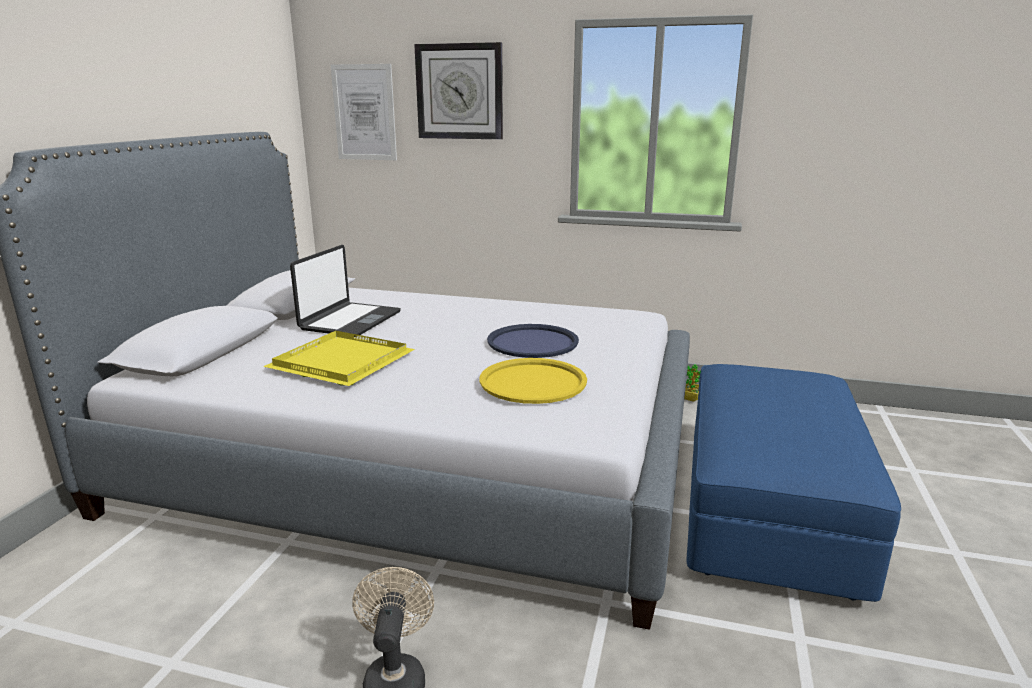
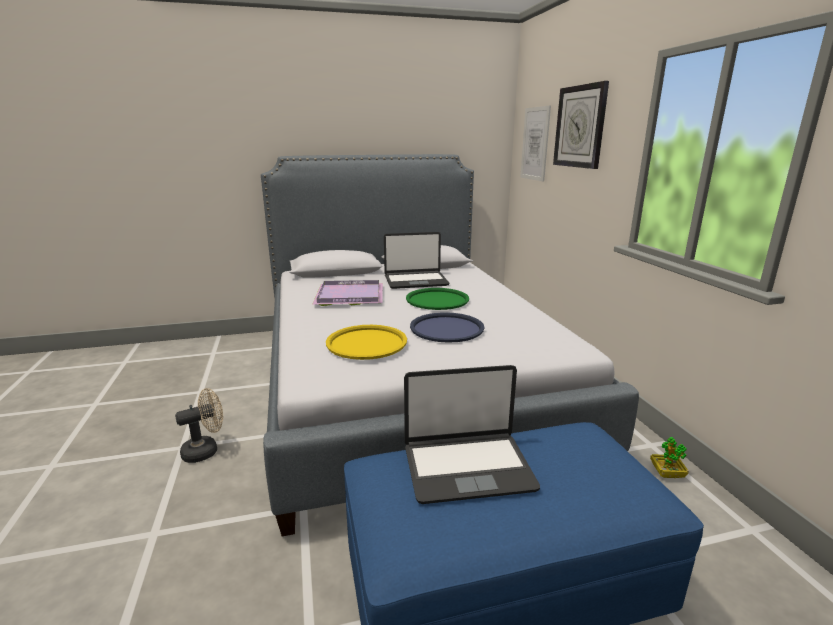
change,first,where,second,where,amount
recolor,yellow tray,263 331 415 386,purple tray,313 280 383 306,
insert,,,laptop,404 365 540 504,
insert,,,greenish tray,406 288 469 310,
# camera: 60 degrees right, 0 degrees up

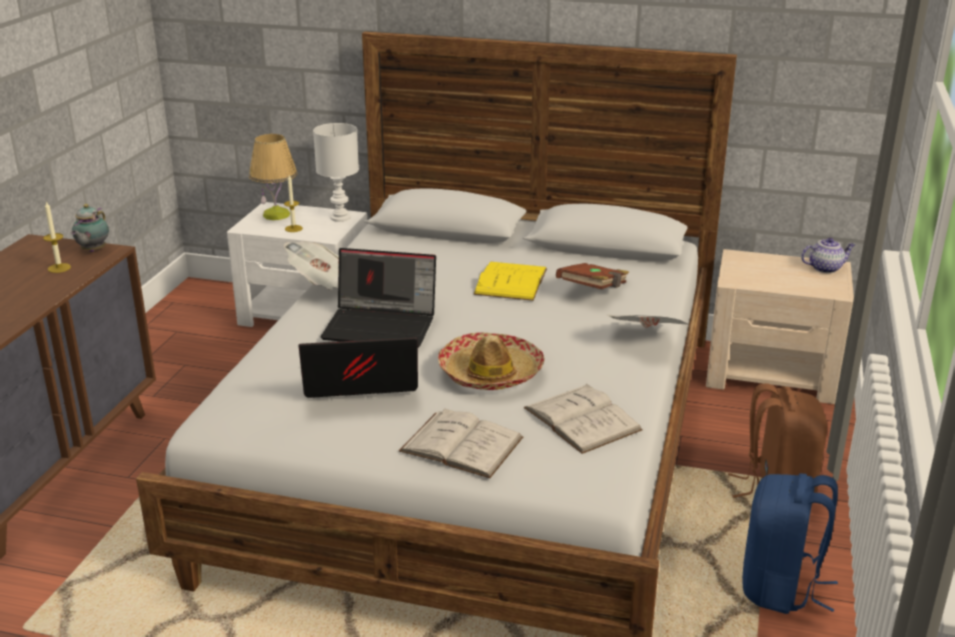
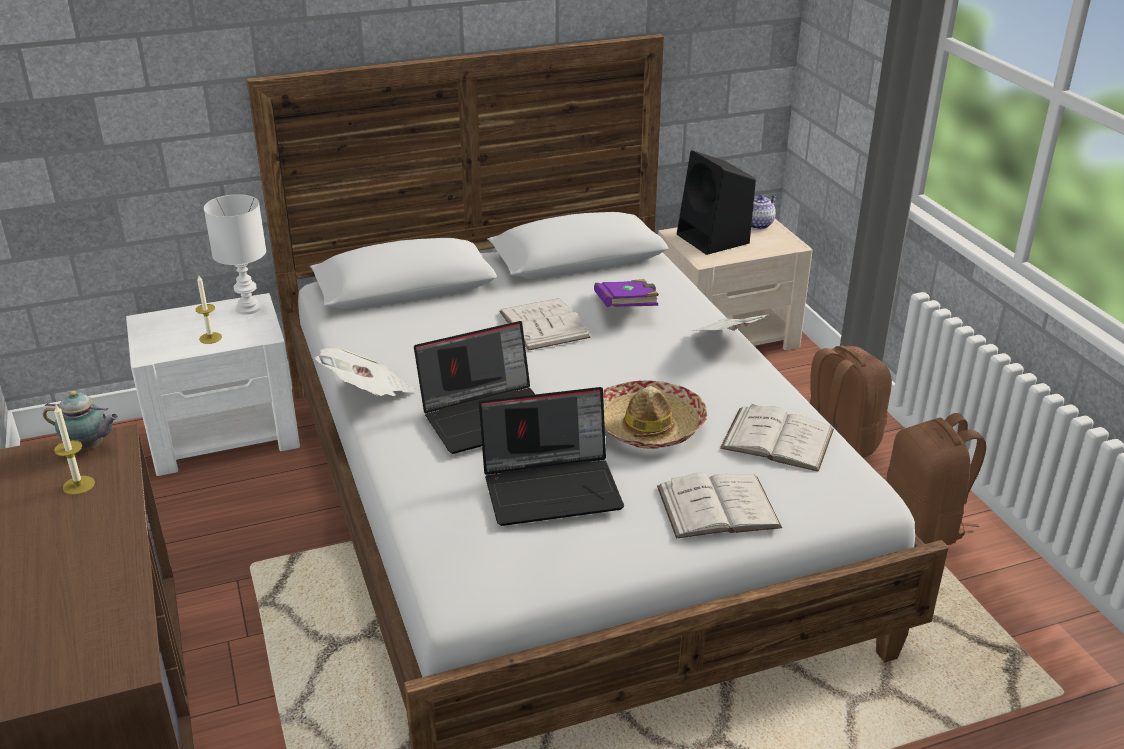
change,first,where,second,where,amount
rotate,pot for tea,70 204 109 252,,43 391 119 451,60 degrees counterclockwise
rotate,laptop,298 337 418 398,,479 387 624 526,150 degrees counterclockwise
recolor,yellow book,473 262 547 301,white-coloured book,499 298 591 351,
recolor,brownish book,556 263 629 289,purple book,594 279 659 307,
insert,,,black-coloured speaker,677 150 756 255,
recolor,bluish rucksack,742 473 838 614,brownish rucksack,886 413 986 545,
delete,tabletop lamp,249 134 297 220,,,
# camera: 35 degrees left, 5 degrees up

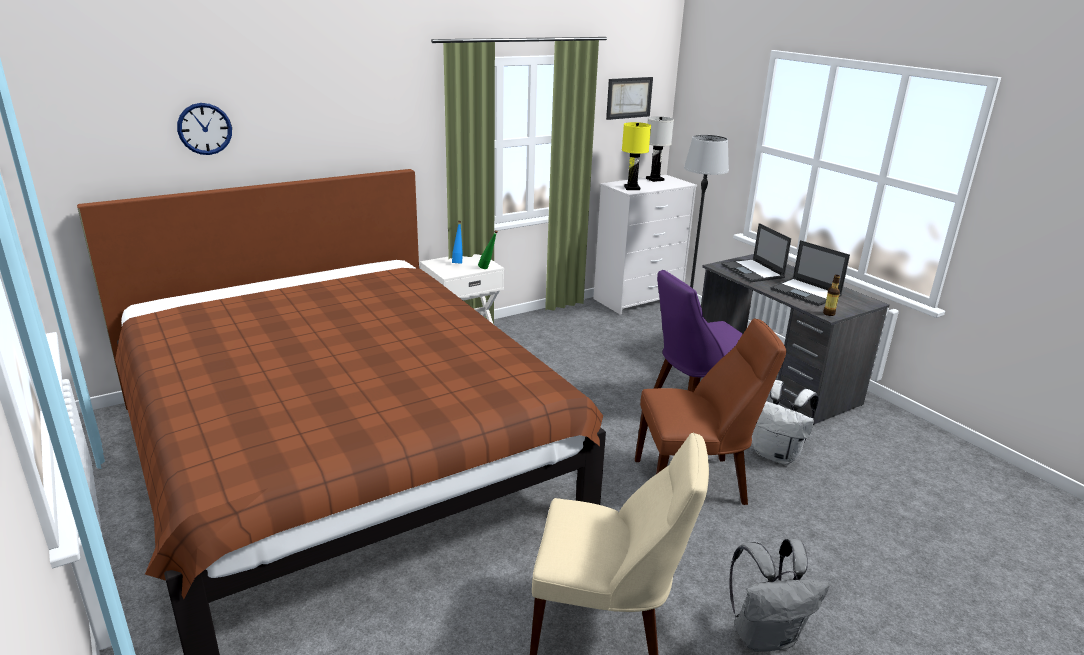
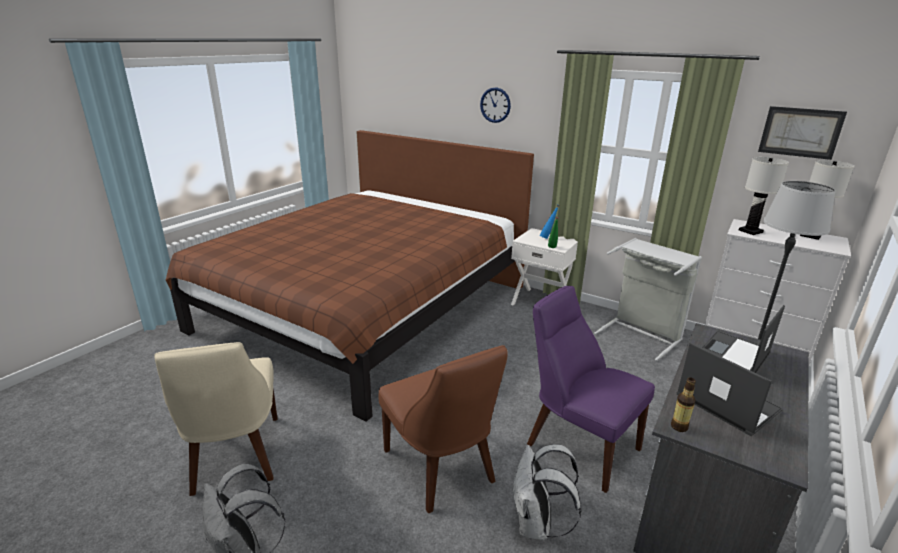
change,first,where,second,where,amount
move,hanging clock,177 103 232 155,,480 87 511 123,
insert,,,grey washing basket,594 238 702 361,
rotate,laptop,770 240 850 306,,677 342 783 437,120 degrees clockwise
recolor,yellow tabletop lamp,622 122 651 190,white-coloured tabletop lamp,739 157 789 235,
# camera: 65 degrees right, 0 degrees up

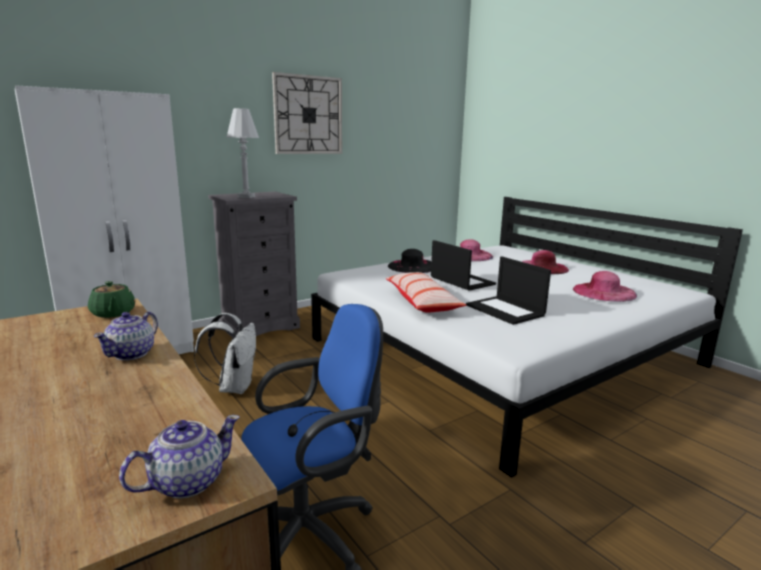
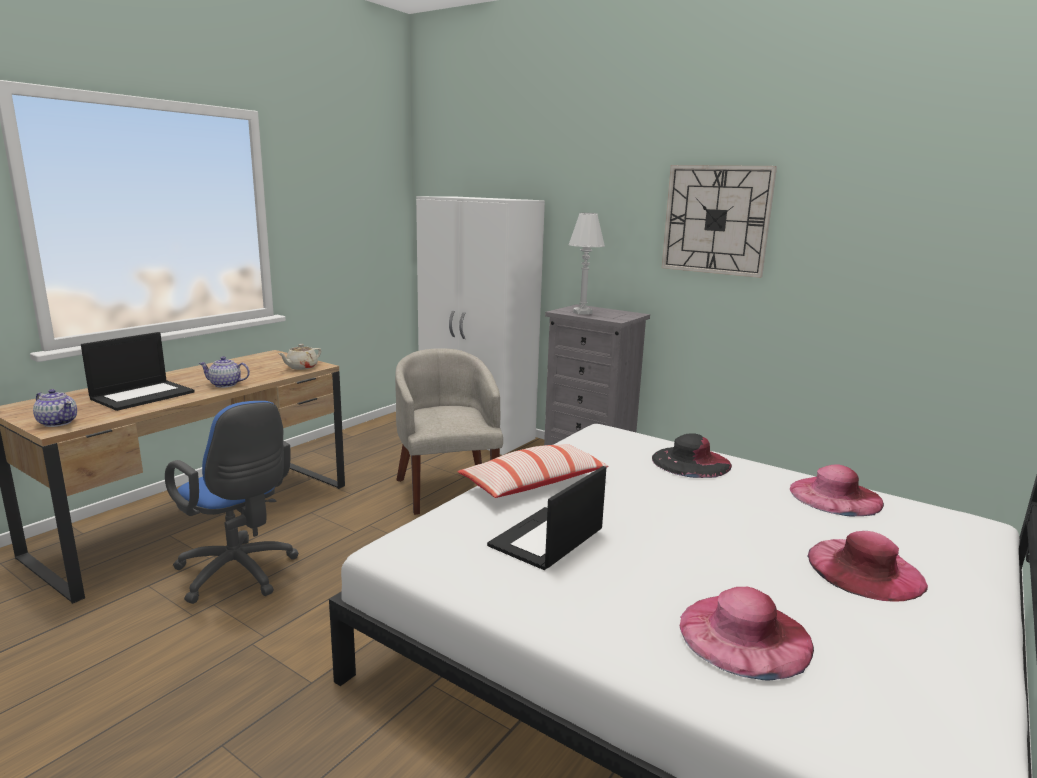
change,first,where,second,where,amount
move,laptop,431 240 496 291,,81 332 195 411,
recolor,greenish pot for tea,88 281 135 318,beige-coloured pot for tea,278 344 321 370,
replace,white-coloured rucksack,194 313 256 394,beige-coloured lounge chair,395 348 503 515,
# camera: 70 degrees right, 0 degrees up

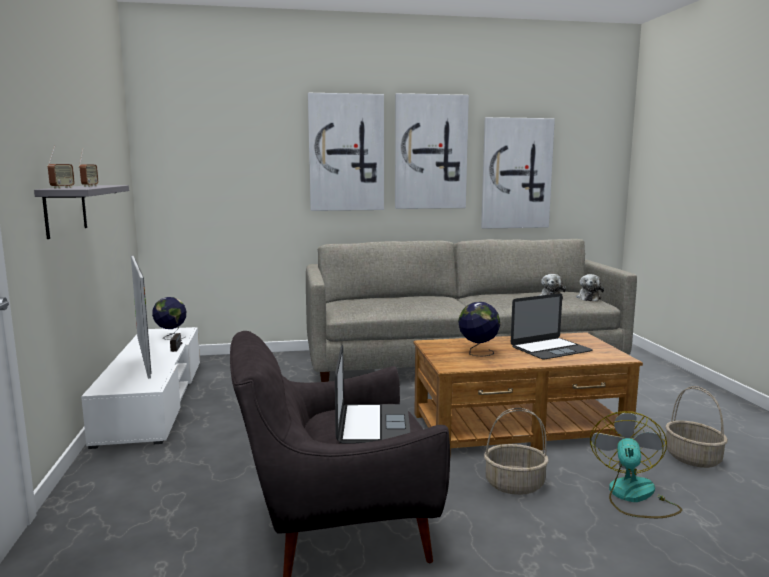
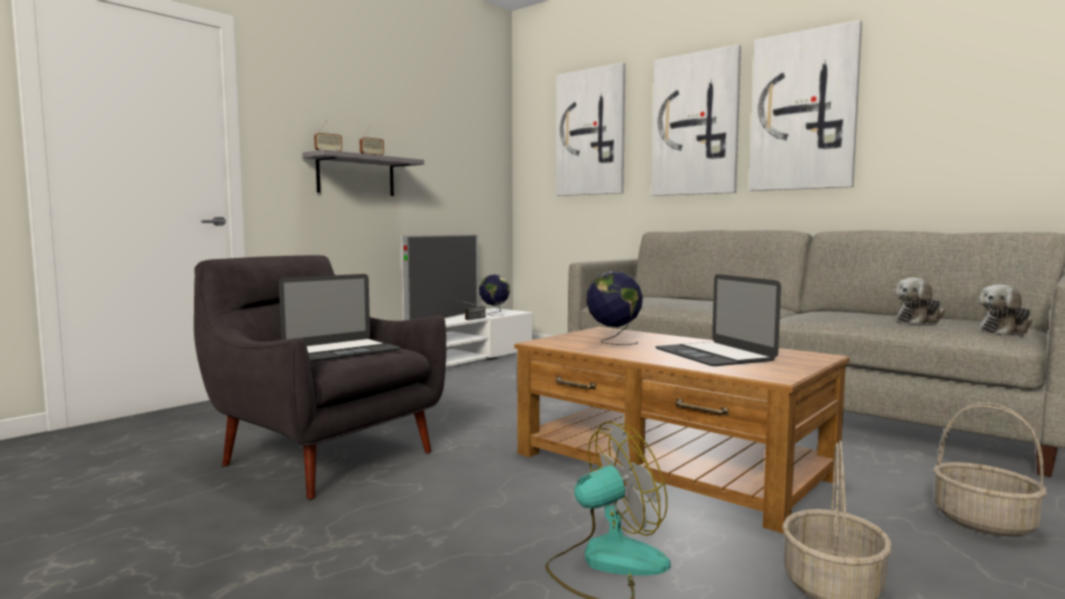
change,first,where,second,where,amount
move,wall picture,481 117 555 229,,556 62 625 196,
rotate,laptop,511 293 593 360,,655 274 781 366,45 degrees clockwise
move,household basket,484 408 549 495,,933 403 1047 537,
# camera: 50 degrees right, 5 degrees down

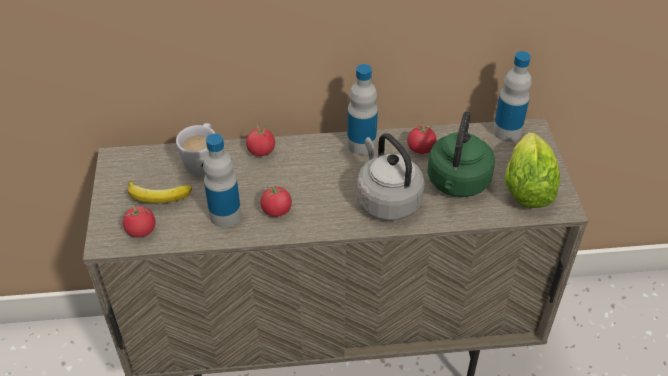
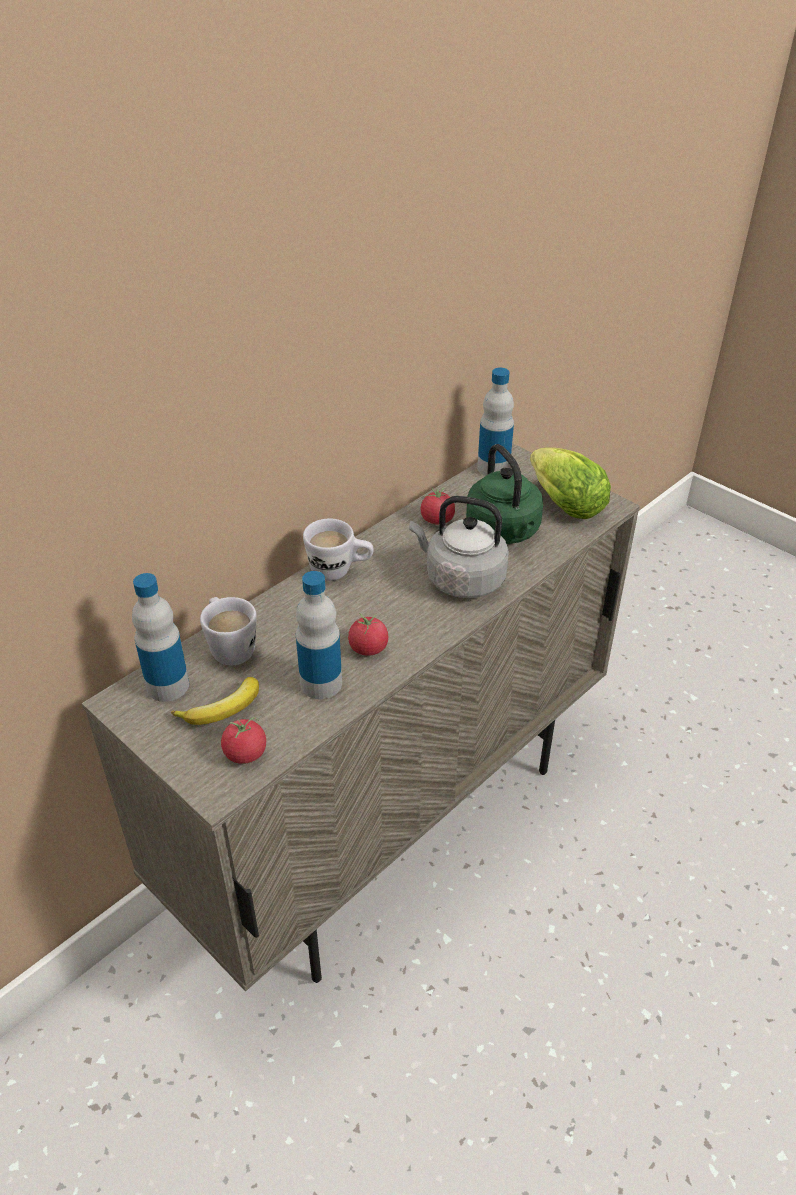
change,first,where,second,where,amount
move,beverage bottle,347 64 378 155,,132 573 189 702,
insert,,,white-coloured tea mug,303 519 374 581,
delete,whole tomato,246 123 275 156,,,
# camera: 40 degrees left, 5 degrees down

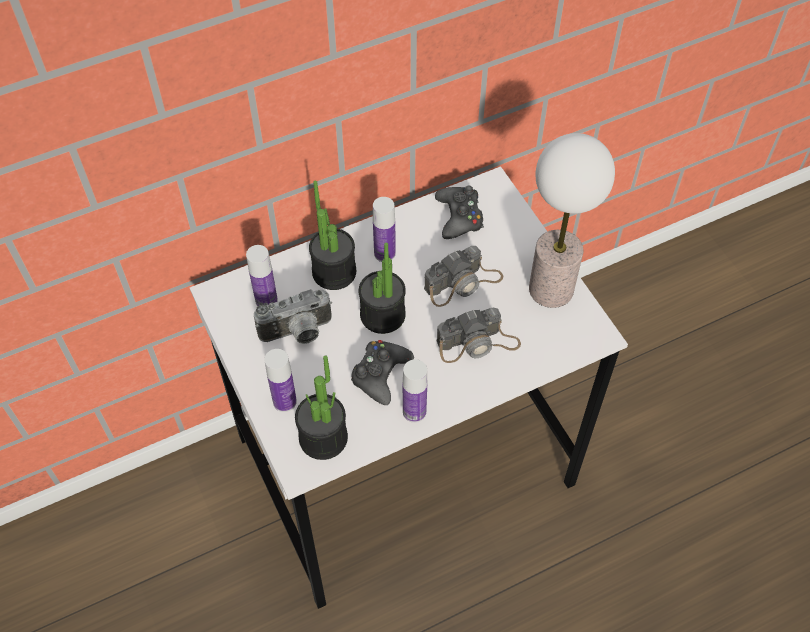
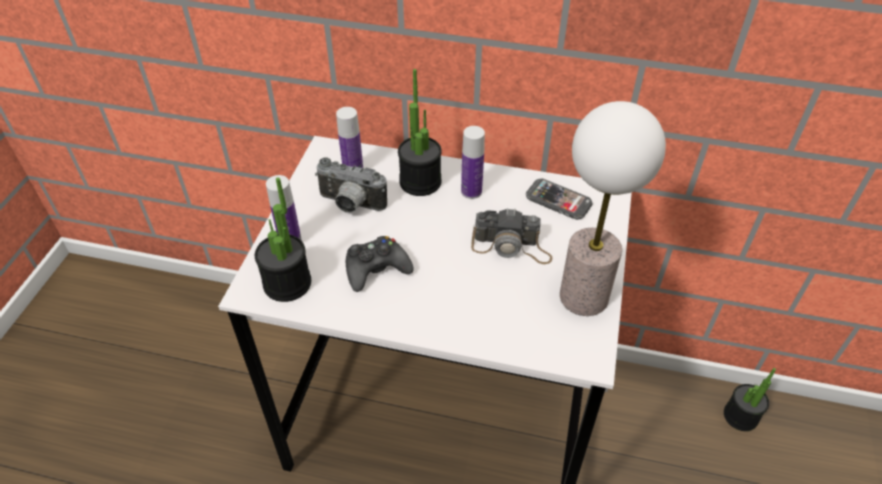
change,first,where,second,where,amount
replace,black-coloured gamepad,435 185 484 239,handset,526 178 592 220,
move,potted plant,359 242 406 334,,724 368 776 431,
delete,beverage bottle,403 359 427 423,,,
delete,photo camera,437 308 521 363,,,
# camera: 40 degrees right, 10 degrees down

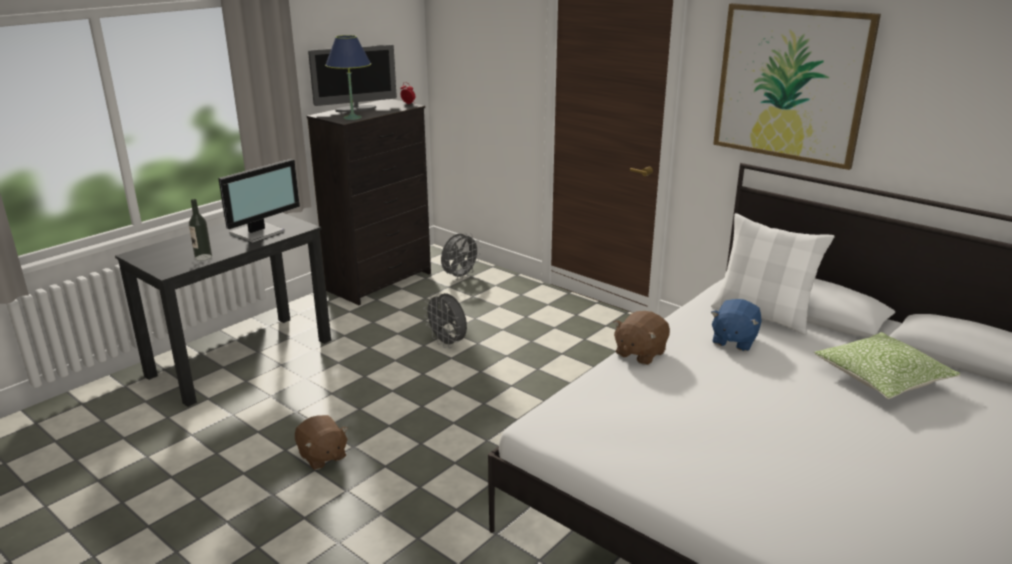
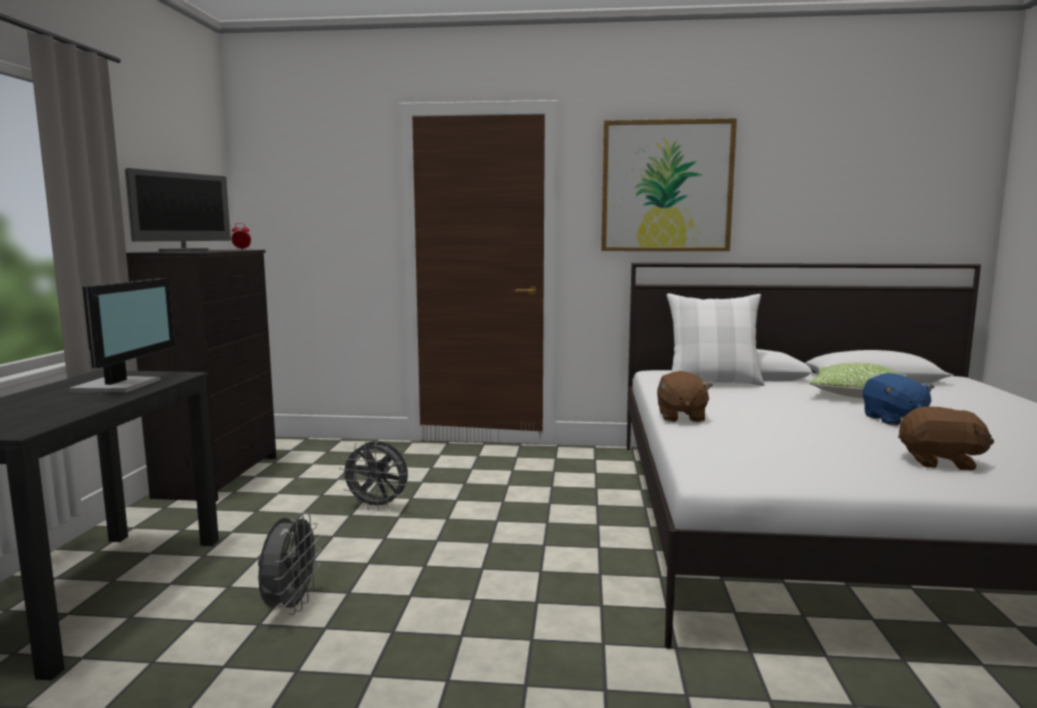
change,first,where,second,where,amount
move,grey electric fan,441 233 481 280,,258 513 321 615,
move,bluish cuddly toy,711 299 762 351,,863 373 934 426,
move,brownish cuddly toy,295 415 348 470,,898 407 994 471,
delete,beverage bottle,189 199 212 261,,,
delete,bluish tabletop lamp,325 35 371 120,,,
# camera: 35 degrees left, 15 degrees down

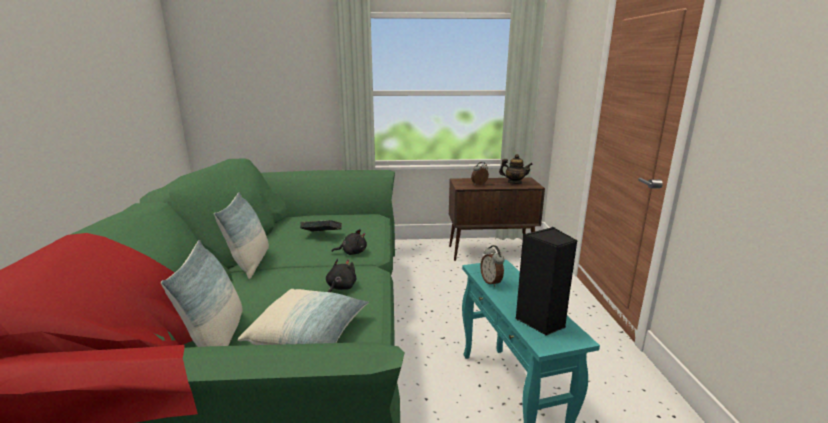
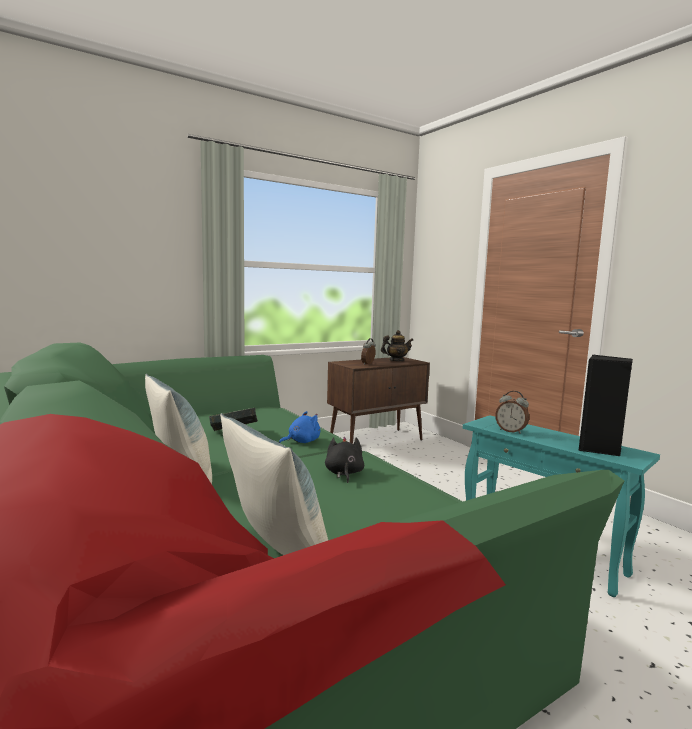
change,first,where,second,where,amount
recolor,black-coloured cuddly toy,332 229 367 255,bluish cuddly toy,279 411 320 443,
delete,cushion,238 289 369 345,,,
# camera: 30 degrees left, 10 degrees down

